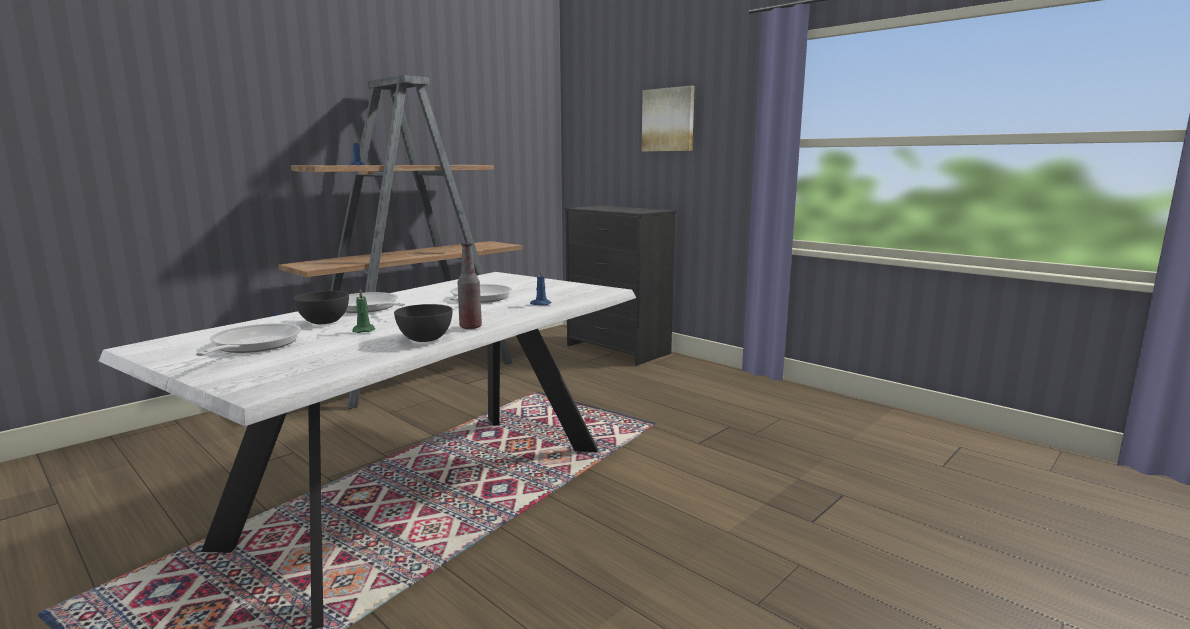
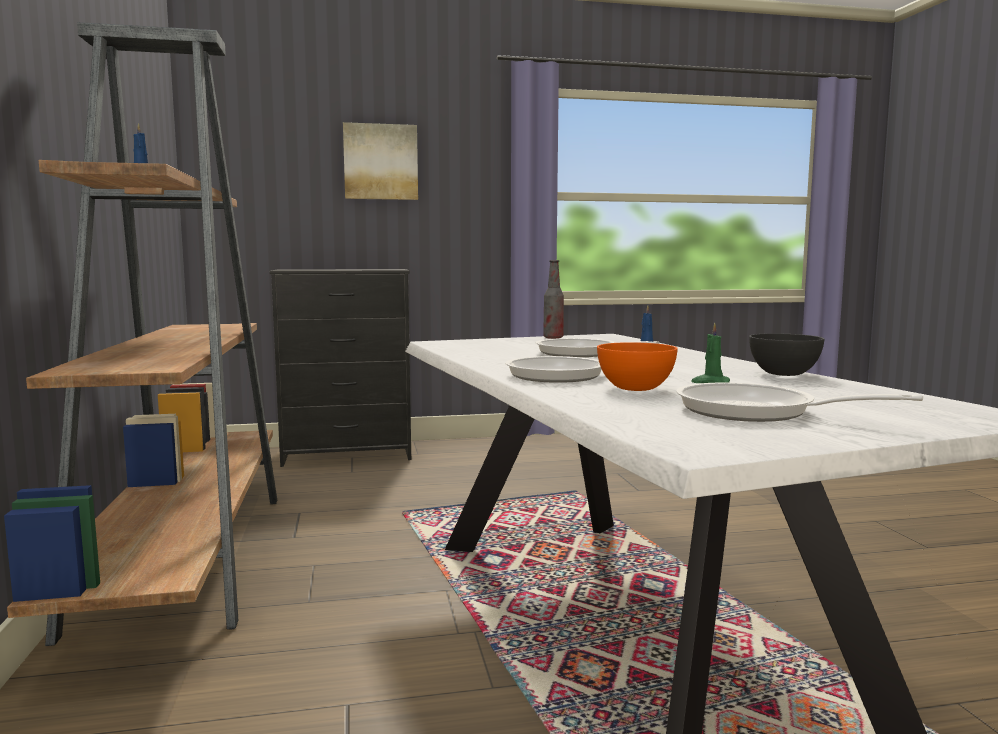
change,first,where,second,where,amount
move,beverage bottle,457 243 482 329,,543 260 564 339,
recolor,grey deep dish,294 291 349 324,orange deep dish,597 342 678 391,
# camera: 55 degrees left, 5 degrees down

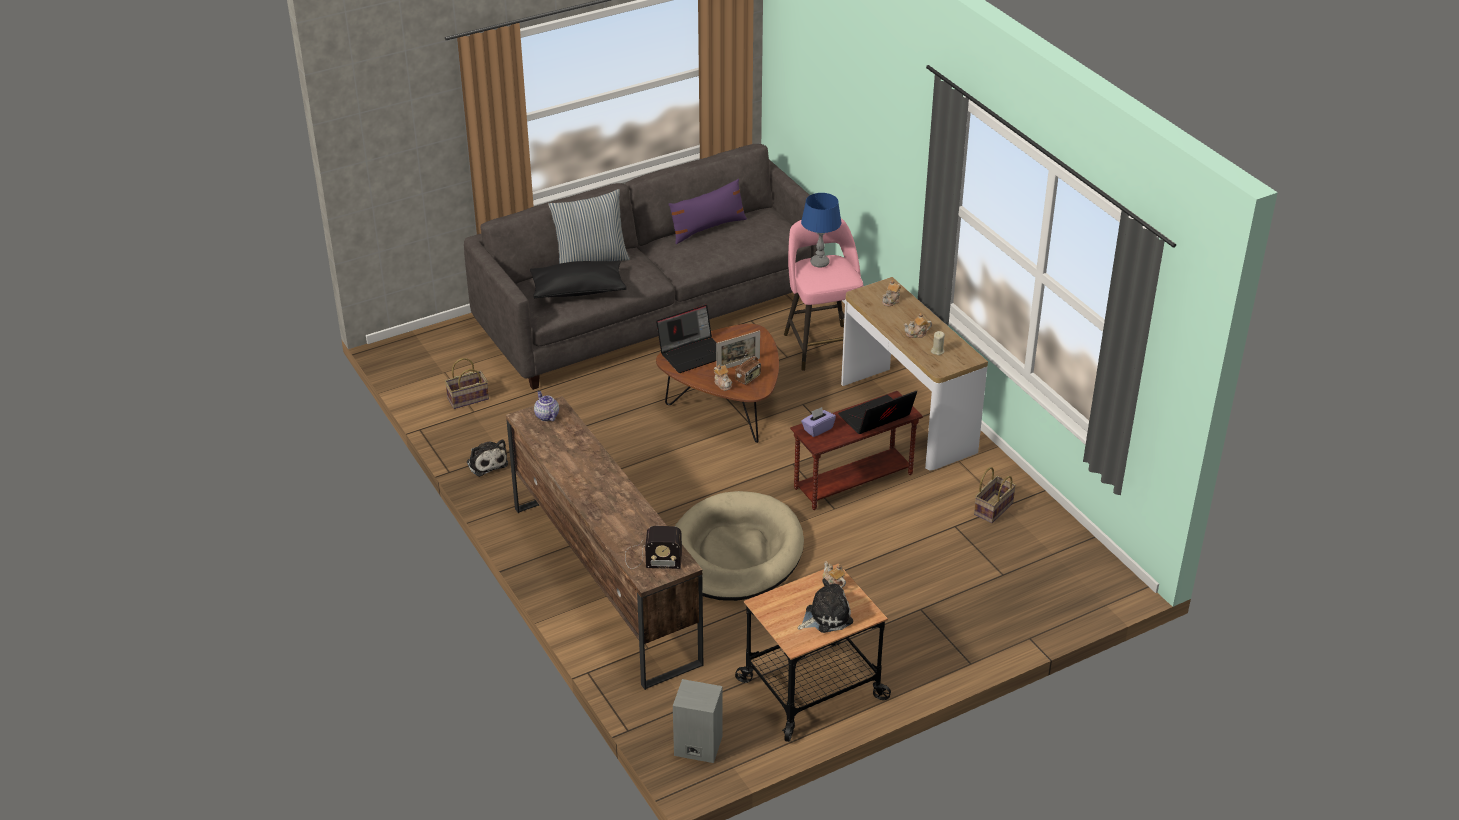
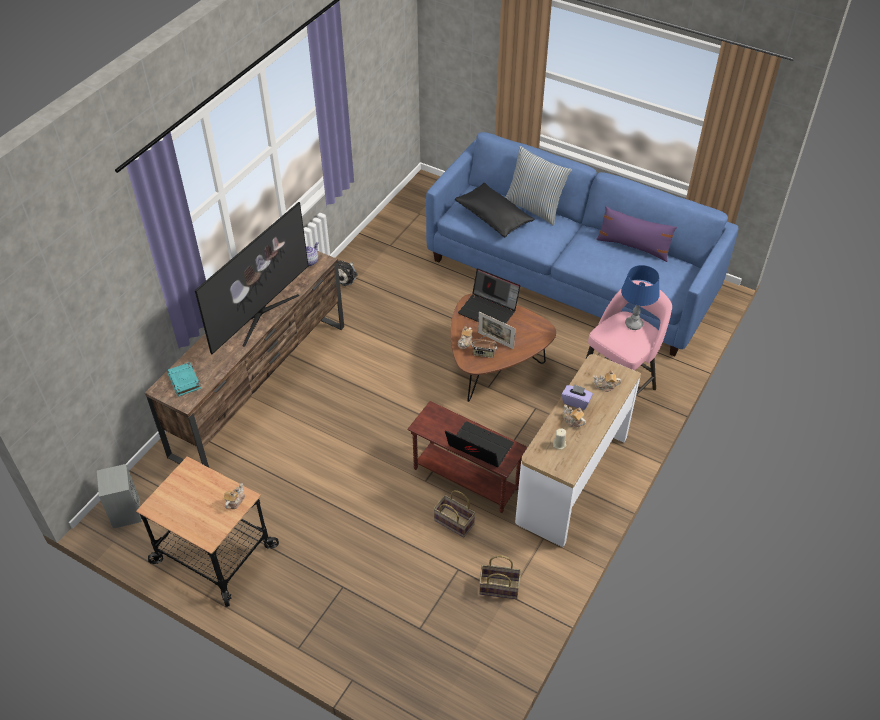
change,first,where,second,where,amount
replace,radio,625 526 682 569,blue-green book,167 362 201 396,
insert,,,TV,195 202 308 355,
recolor,grey sofa,464 144 824 390,bluish sofa,426 132 739 357,
move,household basket,445 358 489 409,,433 490 476 538,
move,purple tissue box,801 407 836 437,,562 384 593 410,
delete,beige-coloured pet bed,675 491 804 601,,,
delete,cuddly toy,798 578 853 633,,,
# camera: 60 degrees right, 10 degrees up

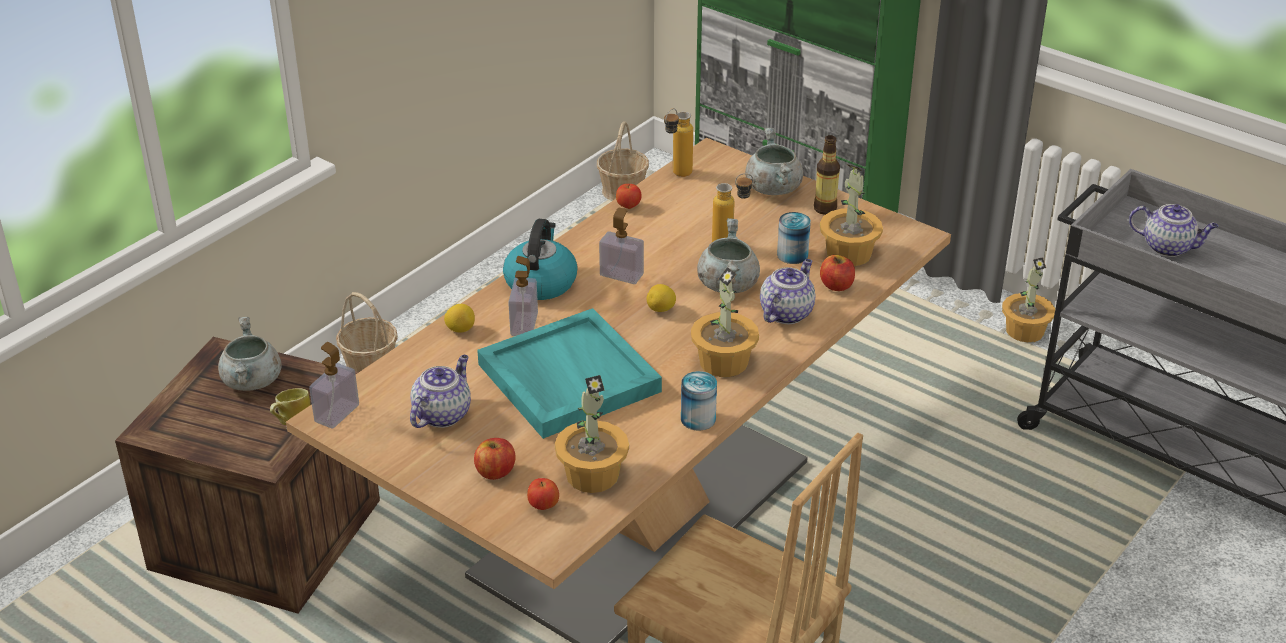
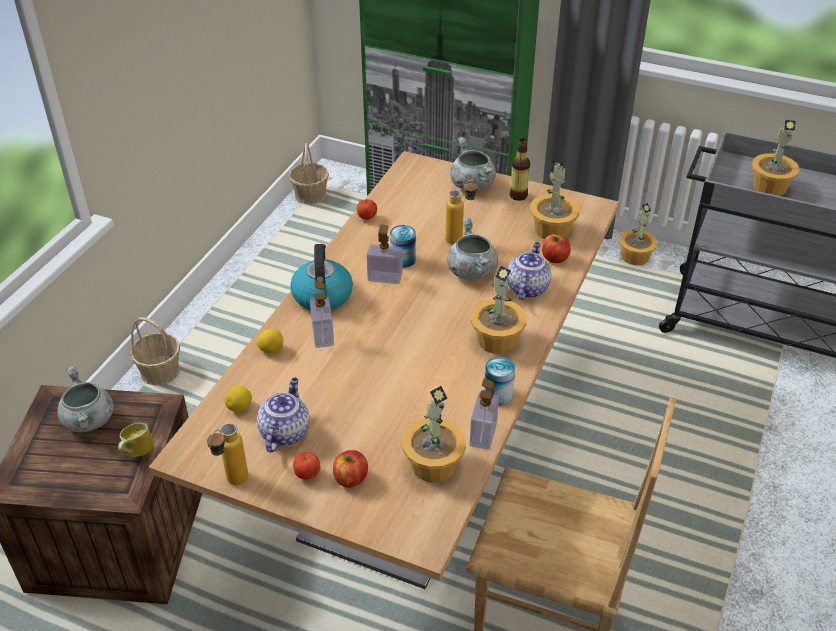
change,first,where,second,where,amount
move,beverage bottle,664 108 693 177,,207 423 248 485,
move,lemon,646 284 676 312,,224 386 252 412,
move,apple,527 478 559 510,,293 452 321 480,
move,sealed can,777 212 811 264,,390 225 416 268,
move,soap bottle,309 342 359 429,,470 378 499 450,
replace,pot for tea,1129 204 1218 257,potted plant,751 120 800 196,
delete,blue-green tray,477 308 662 439,,,
# camera: 15 degrees left, 5 degrees up

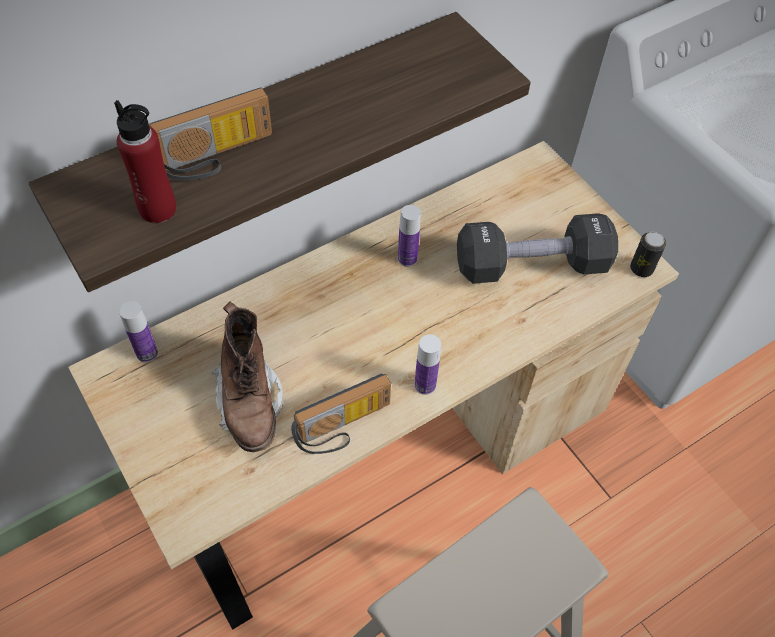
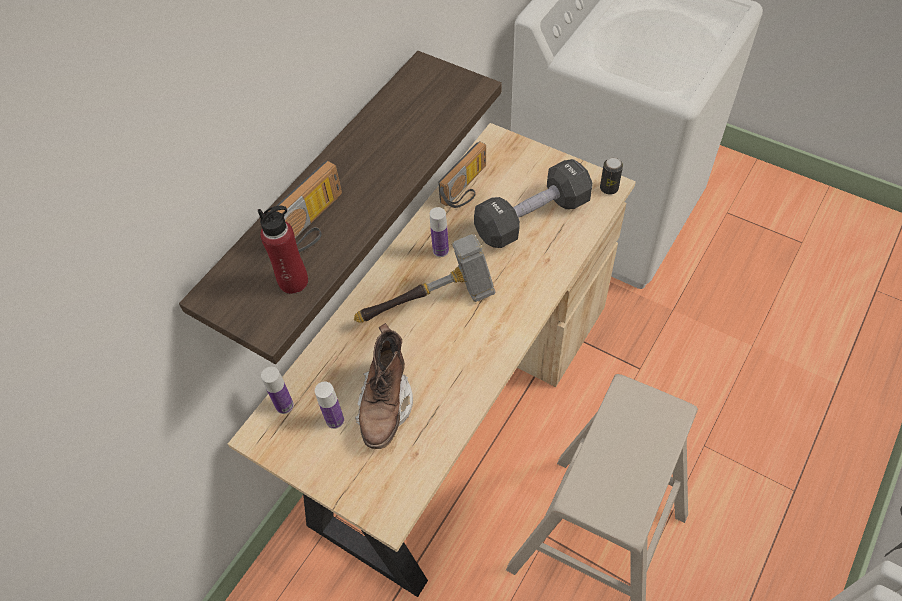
change,first,where,second,where,amount
move,beverage bottle,414 334 441 395,,315 382 344 429,
insert,,,tool hammer,354 234 495 323,
rotate,brownish tall boot,212 302 283 452,,355 323 413 449,45 degrees clockwise
move,radio,291 374 391 454,,438 141 486 208,
# camera: 20 degrees left, 0 degrees up

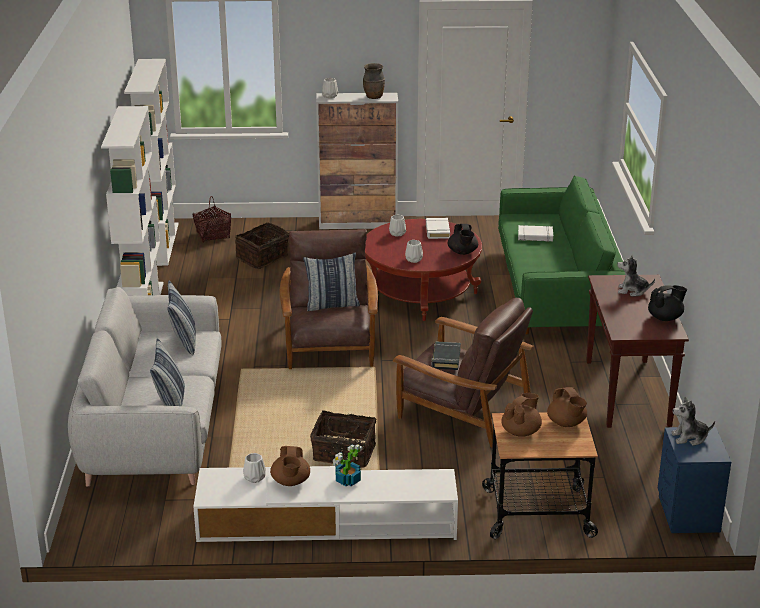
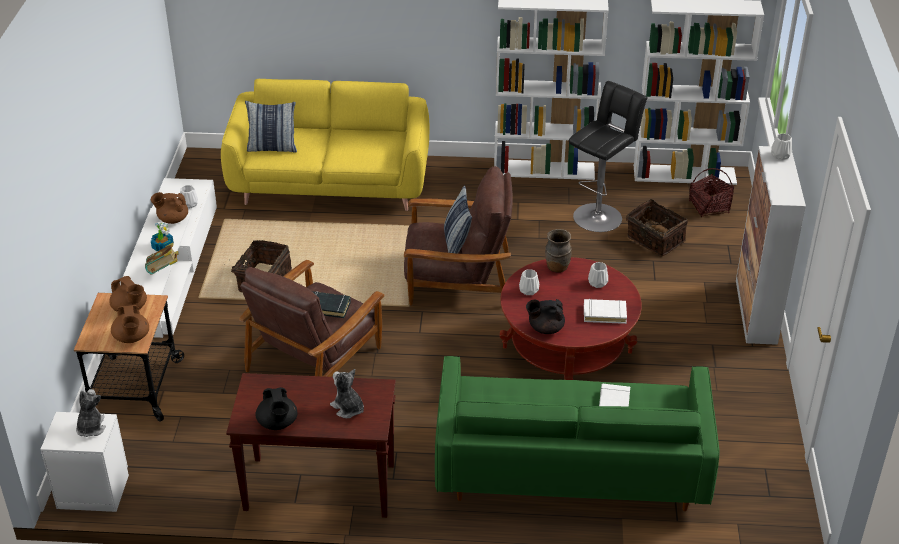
change,first,where,second,where,amount
recolor,bluish night table,658 427 731 533,white-coloured night table,40 412 129 512,
rotate,brownish pot for tea,547 387 587 427,,111 305 149 343,90 degrees counterclockwise
insert,,,book,145 243 179 274,
recolor,grey sofa,68 287 222 487,yellow sofa,221 79 429 211,
rotate,cuddly toy,617 255 655 297,,330 369 364 418,60 degrees counterclockwise
move,brownish vase,363 63 385 99,,545 229 572 273,
insert,,,black-coloured stool,569 81 648 232,
delete,cushion,167 281 196 355,,,
# camera: 95 degrees right, 10 degrees up

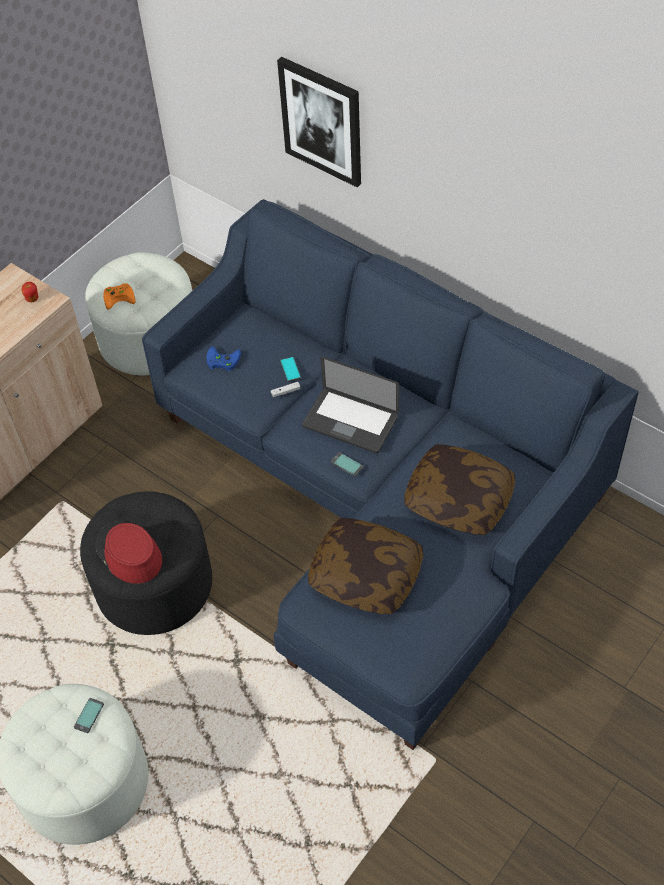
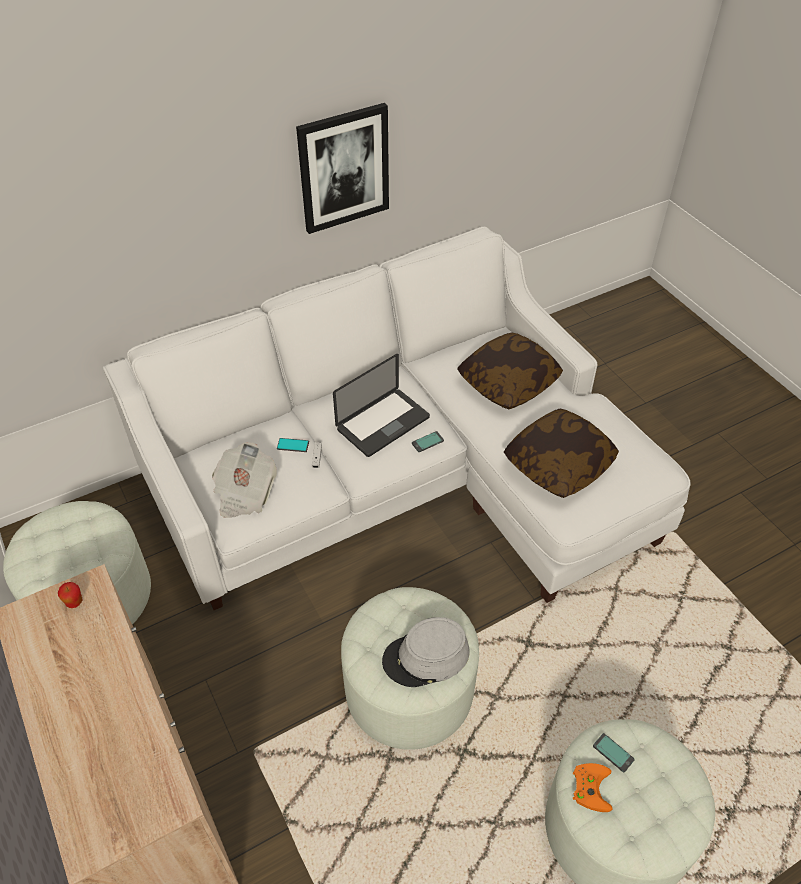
change,first,where,second,where,amount
recolor,bluish sofa,142 199 639 750,white-coloured sofa,103 227 690 610,
replace,bluish gamepad,207 346 241 372,daily paper,212 442 277 518,
move,wall picture,277 57 361 187,,296 103 389 234,
recolor,black-coloured ottoman,80 491 212 635,white-coloured ottoman,341 587 479 750,
recolor,reddish hat,96 521 162 584,grey hat,382 617 470 687,
move,orange gamepad,103 284 136 310,,573 763 612 812,
# camera: 70 degrees left, 5 degrees down

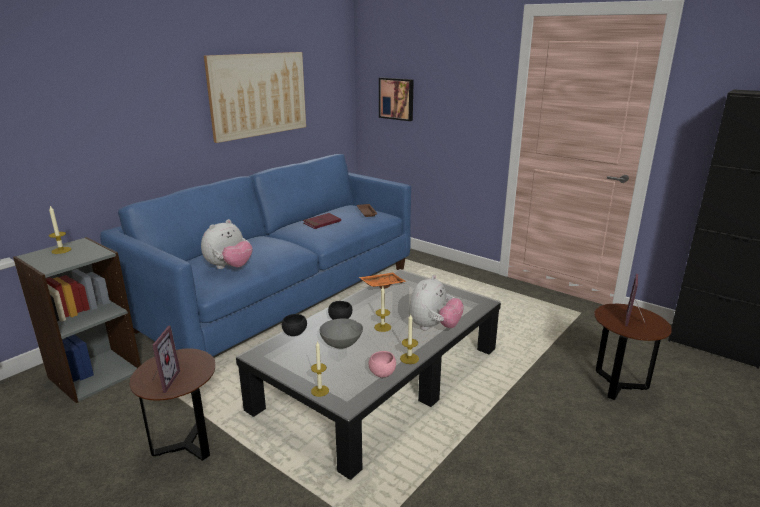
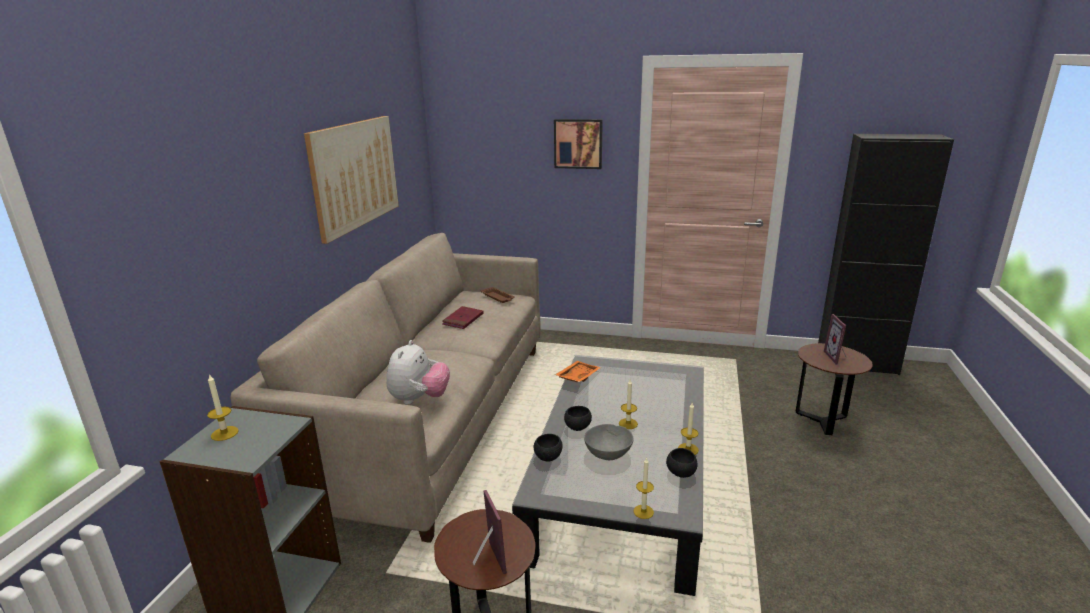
change,first,where,second,where,amount
recolor,bluish sofa,100 154 411 356,beige-coloured sofa,231 233 540 543,
move,wall picture,379 78 414 121,,554 119 603 169,
recolor,pink deep dish,368 351 396 378,black-coloured deep dish,666 448 697 478,
delete,cuddly toy,409 275 464 330,,,
# camera: 25 degrees left, 0 degrees up

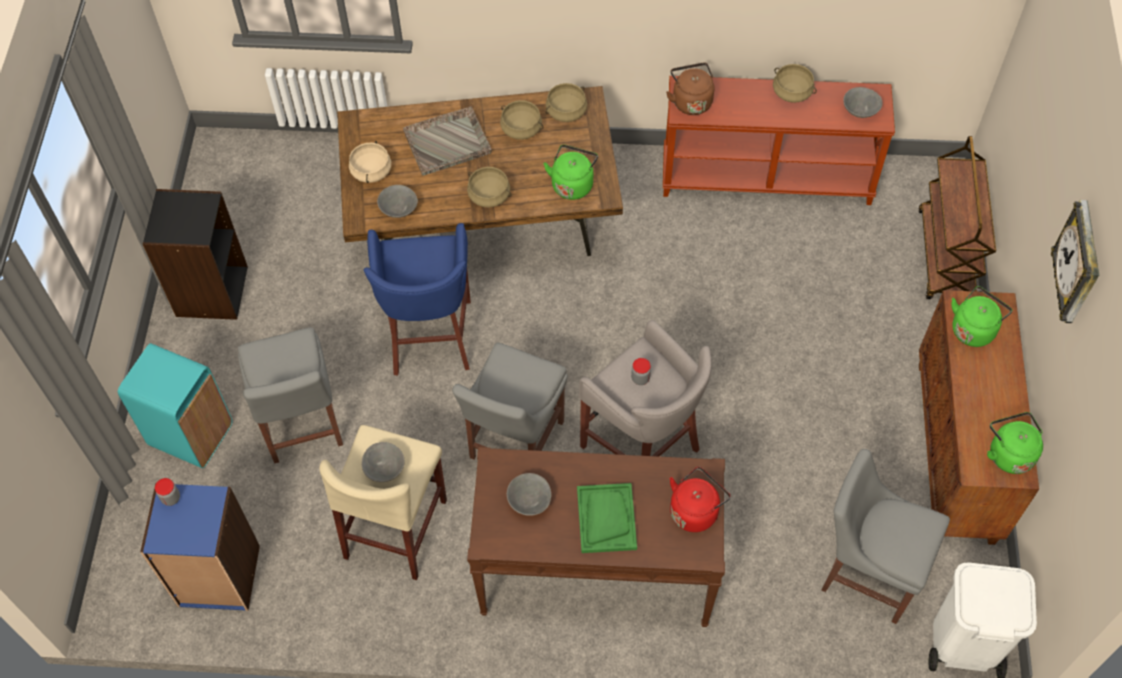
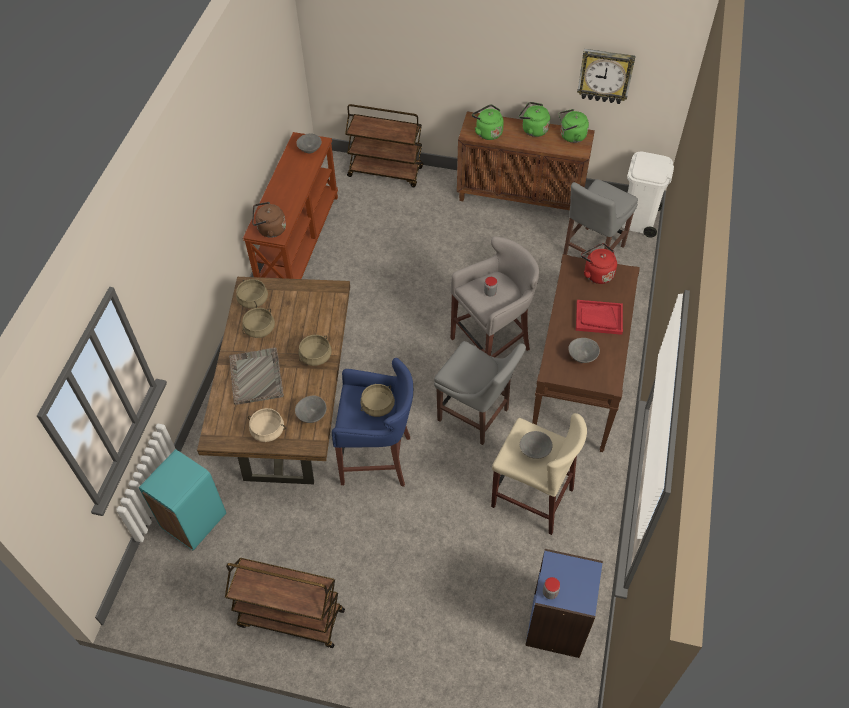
change,first,where,second,where,amount
move,blue-green waste bin,118 343 232 468,,139 449 226 550,
replace,black-coloured shelving unit,143 189 248 320,brownish cart,225 558 345 648,
move,beige-coloured stockpot,773 64 817 103,,360 384 395 417,
move,greenish kettle,544 145 598 200,,519 102 550 137,
recolor,greenish tray,577 483 637 553,reddish tray,576 300 623 335,
move,hanging clock,1051 200 1099 323,,577 49 635 104,
delete,grey plain chair,238 327 343 463,,,
# camera: 80 degrees left, 5 degrees down

